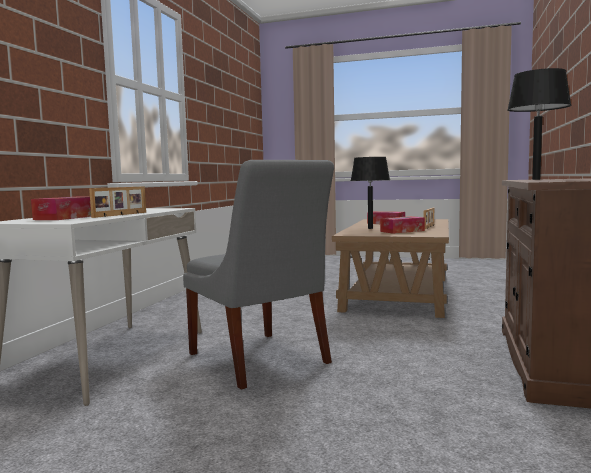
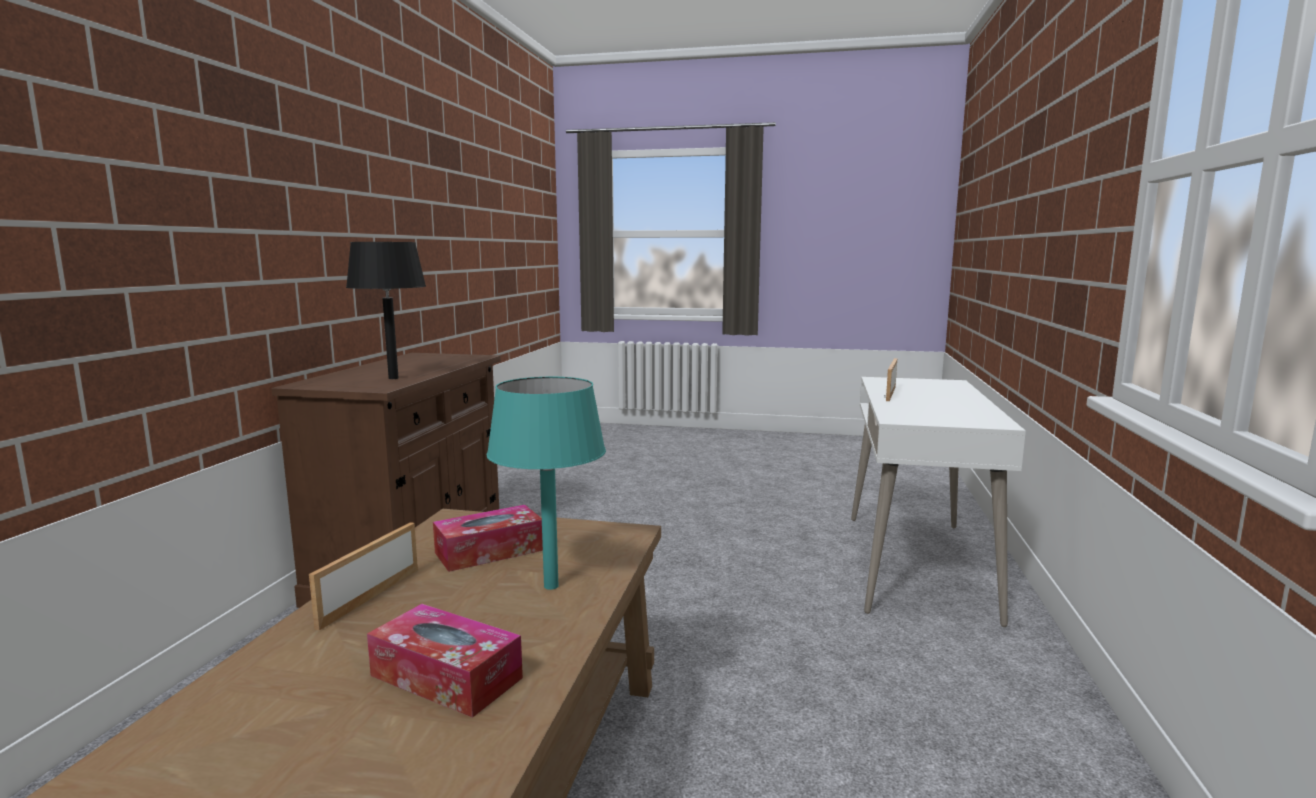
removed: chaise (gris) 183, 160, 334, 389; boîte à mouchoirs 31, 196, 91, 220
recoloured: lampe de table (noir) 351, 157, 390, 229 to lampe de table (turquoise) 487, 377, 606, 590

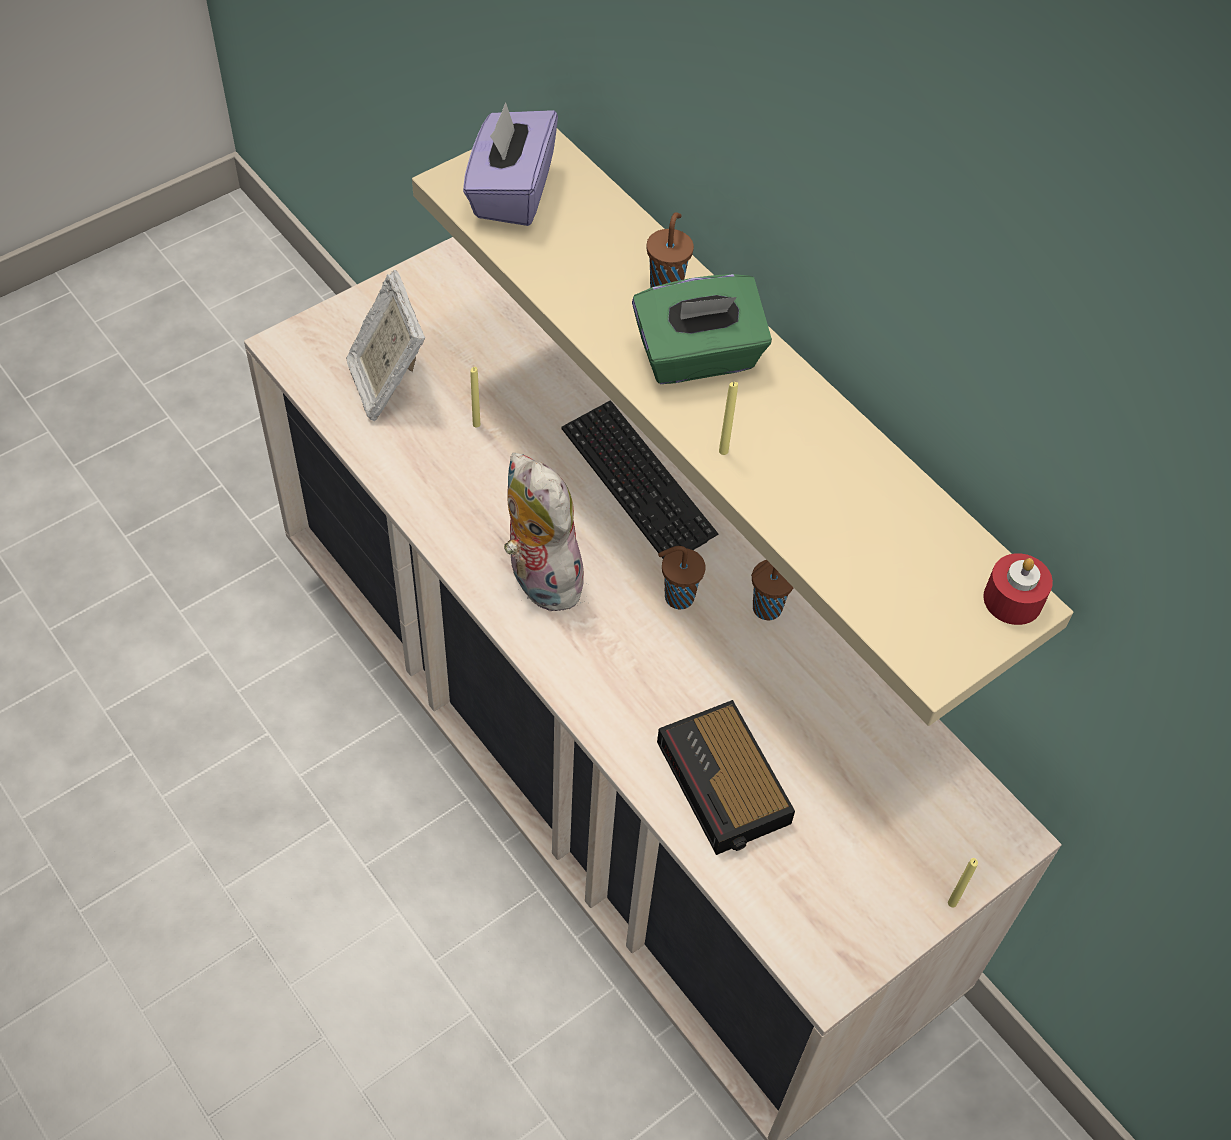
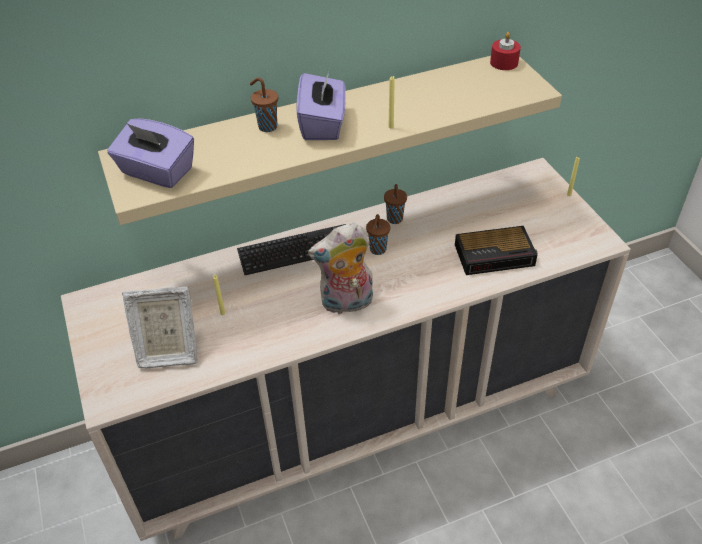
recoloured: boîte à mouchoirs (vert) 632, 274, 772, 384 to boîte à mouchoirs (violet) 296, 69, 346, 140

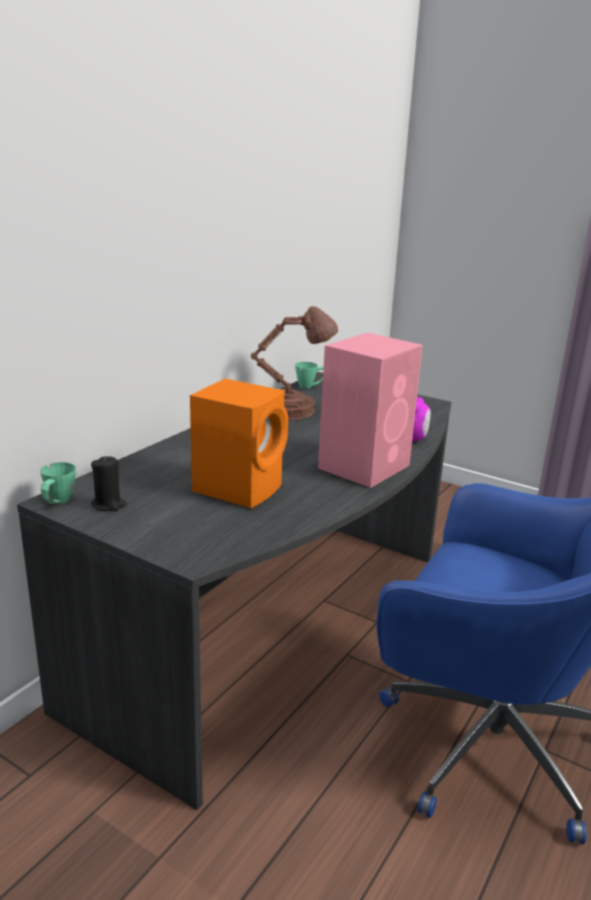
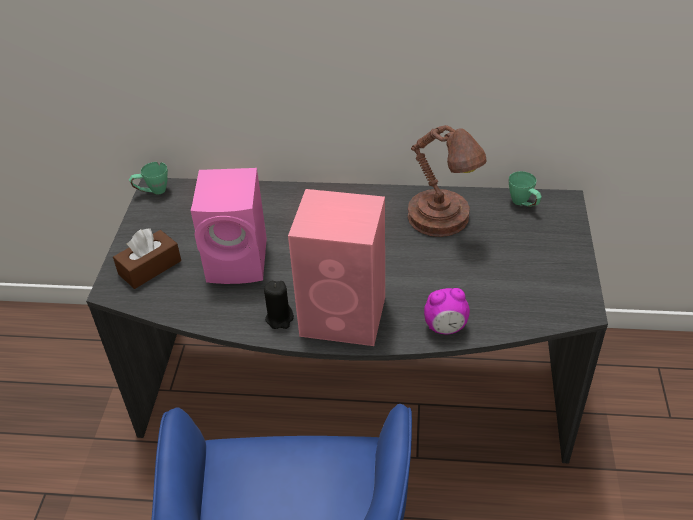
added: boîte à mouchoirs (marron) 113, 228, 181, 289
moved: bougie (noir) 91, 456, 126, 511 to 264, 281, 294, 329
recoloured: enceinte (orange) 190, 379, 288, 508 to enceinte (rose) 191, 168, 267, 284

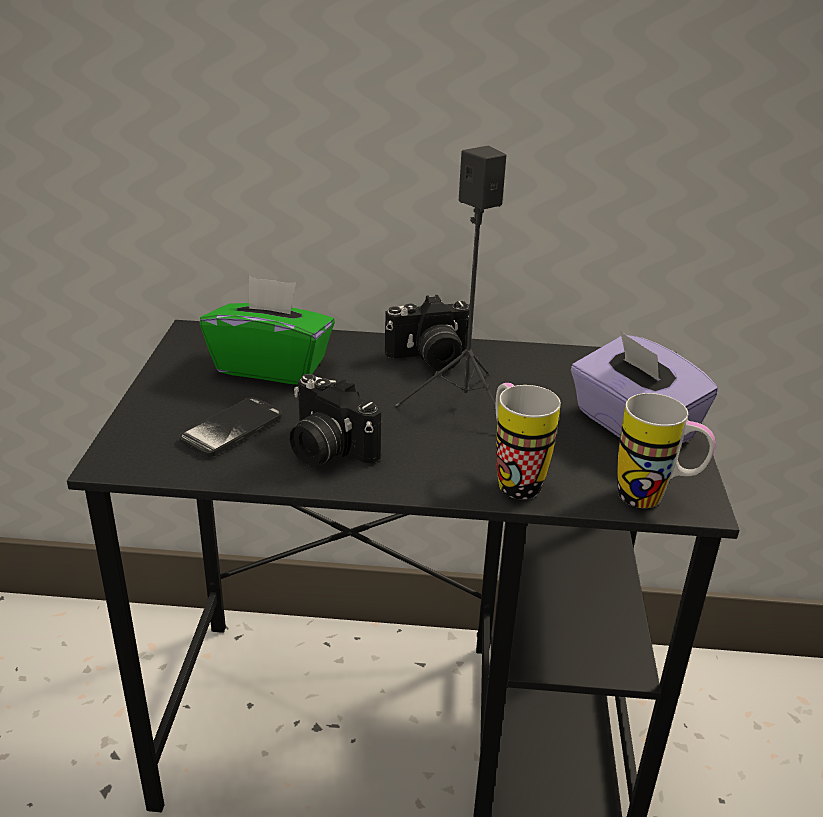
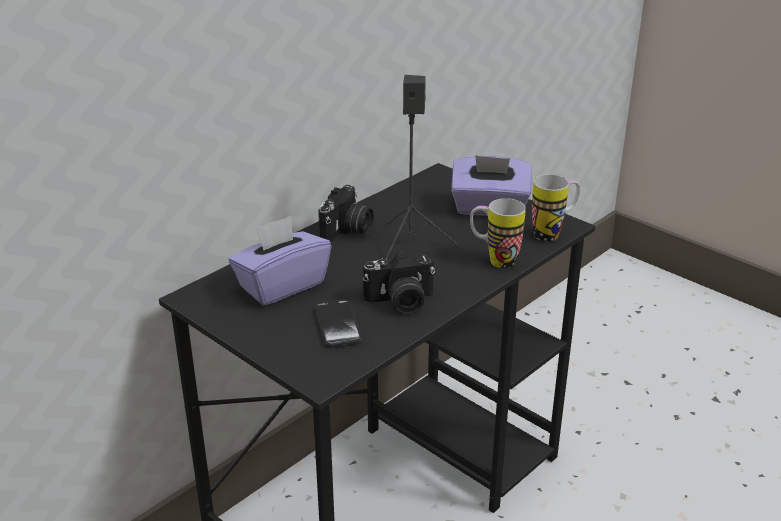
recoloured: boîte à mouchoirs (vert) 200, 276, 335, 384 to boîte à mouchoirs (violet) 229, 216, 332, 306

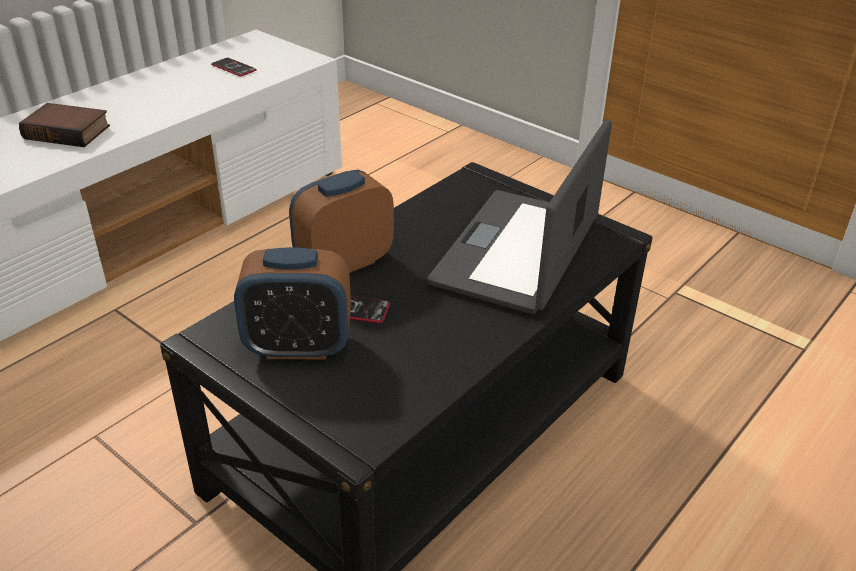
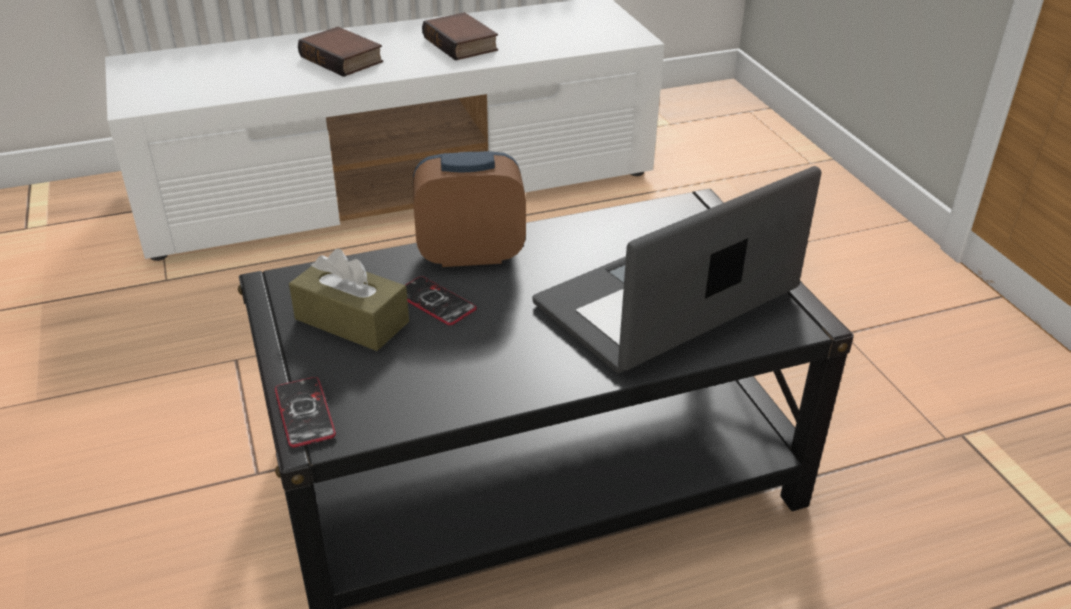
added: livre 422, 12, 498, 61
moved: téléphone 211, 58, 257, 76 to 275, 377, 336, 448
replaced: réveil 234, 247, 351, 359 to boîte à mouchoirs (marron) 289, 249, 409, 351

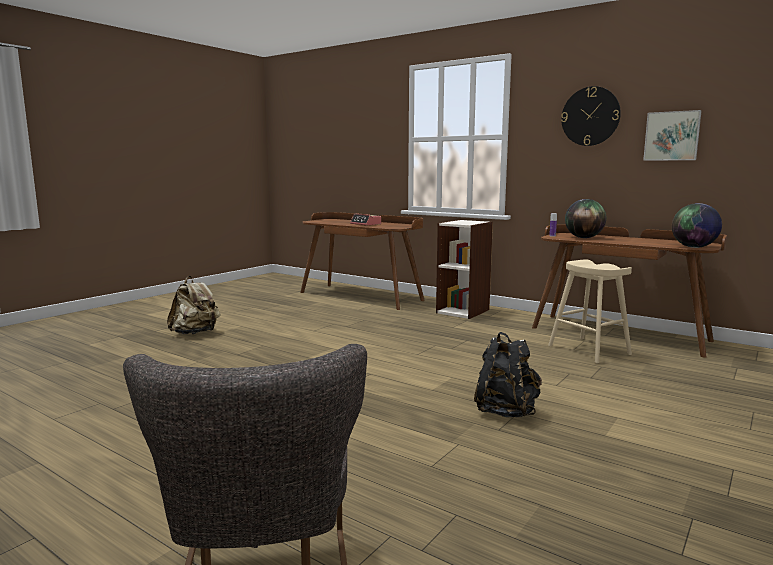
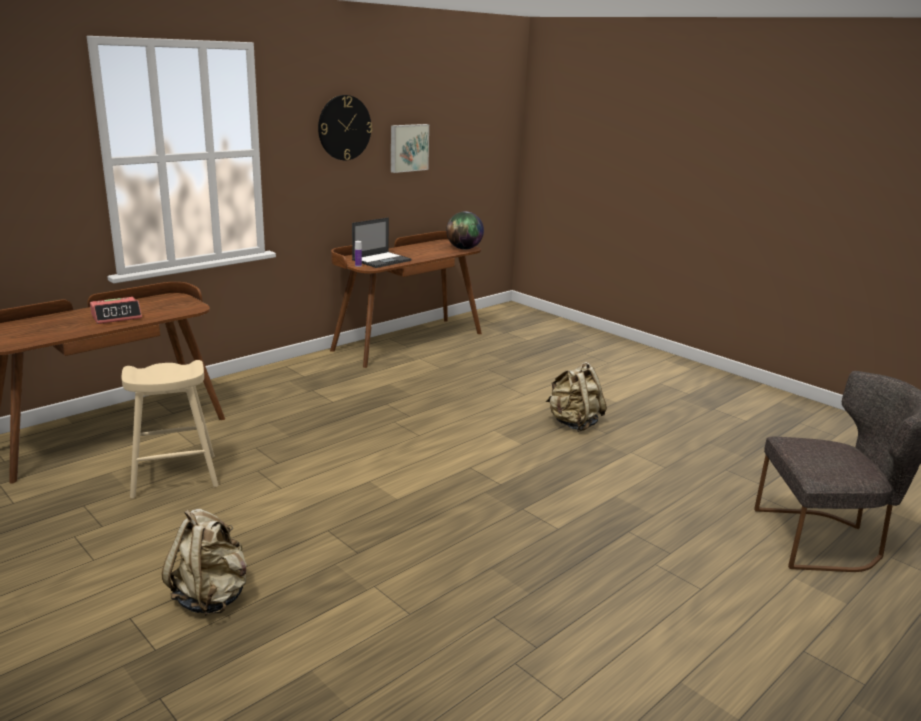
removed: bibliothèque 436, 220, 493, 319
moved: tabouret (beige) 548, 259, 632, 363 to 122, 360, 218, 498
replaced: globe 565, 199, 606, 238 to ordinateur portable 352, 217, 411, 268
recoloured: sac à dos (noir) 474, 332, 542, 418 to sac à dos (beige) 546, 362, 607, 432

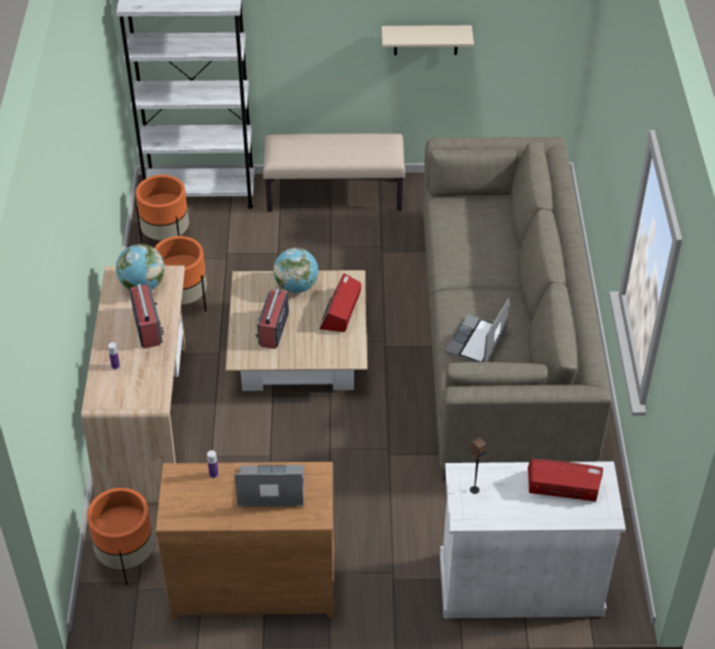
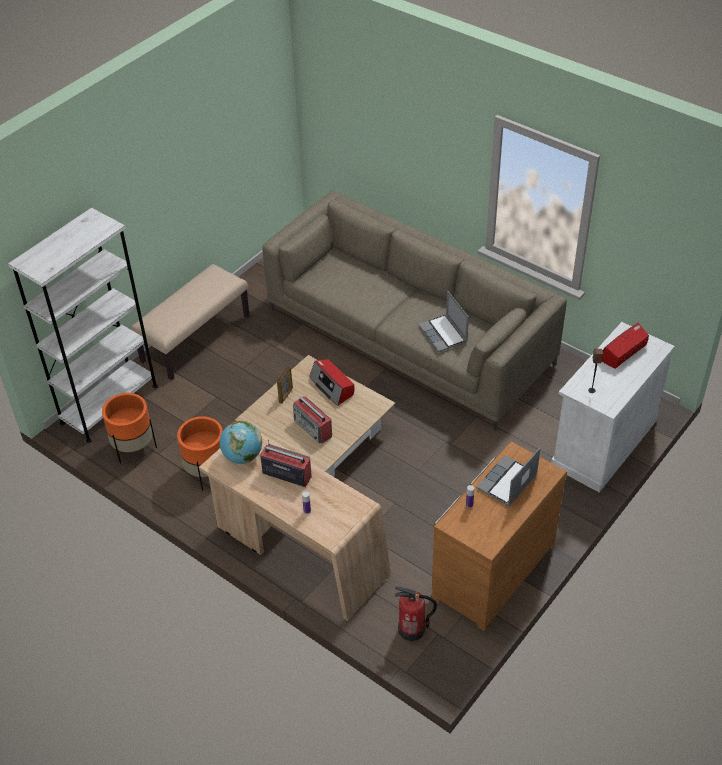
removed: étagère (beige) 382, 25, 474, 55
replaced: globe 273, 247, 318, 293 to cadre photo 277, 365, 293, 404; cache-pot (orange) 87, 488, 155, 586 to extincteur 395, 586, 437, 641

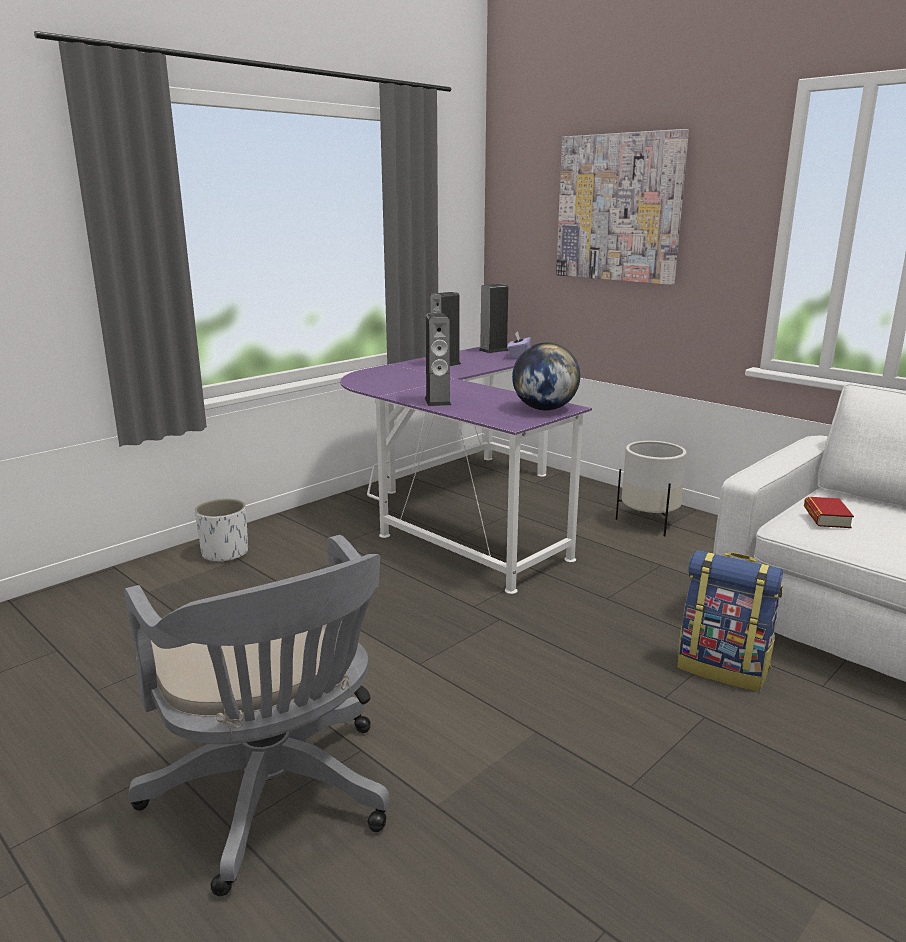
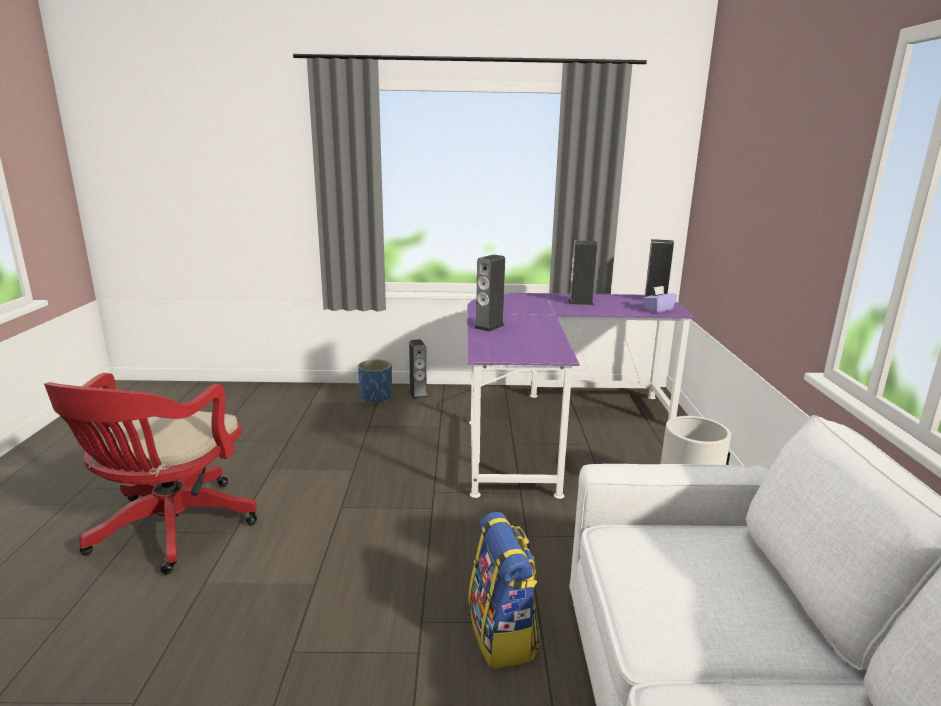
removed: tableau 556, 129, 689, 285; globe 512, 342, 580, 411; livre 804, 497, 854, 528
added: enceinte 409, 339, 428, 400
recoloured: cache-pot (blanc) 195, 498, 248, 564 to cache-pot (bleu) 358, 359, 392, 402; chaise de bureau (gris) 125, 535, 390, 896 to chaise de bureau (rouge) 44, 373, 257, 575

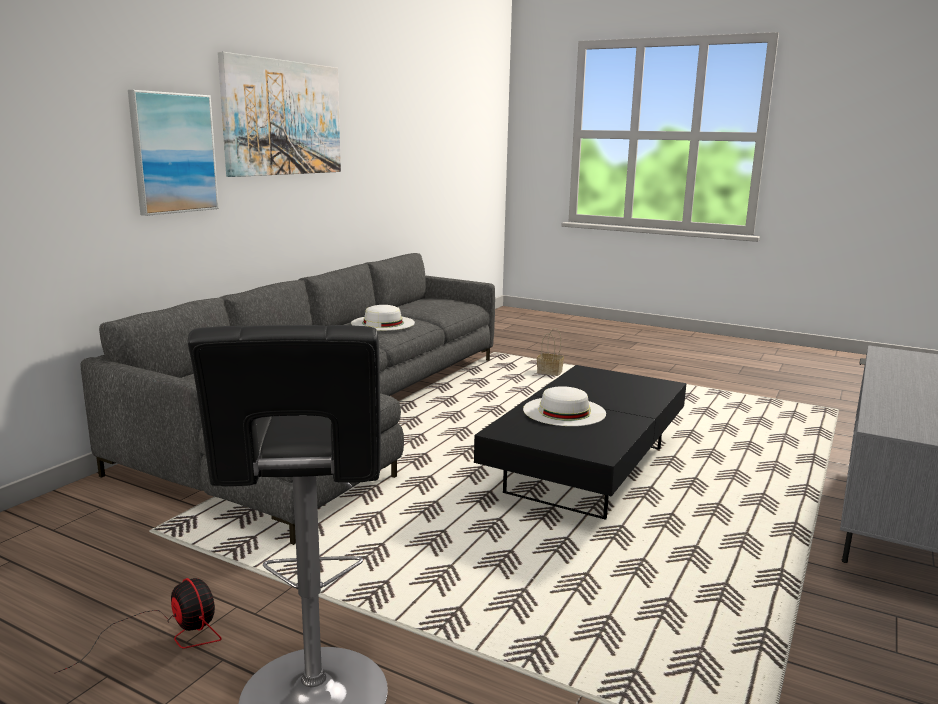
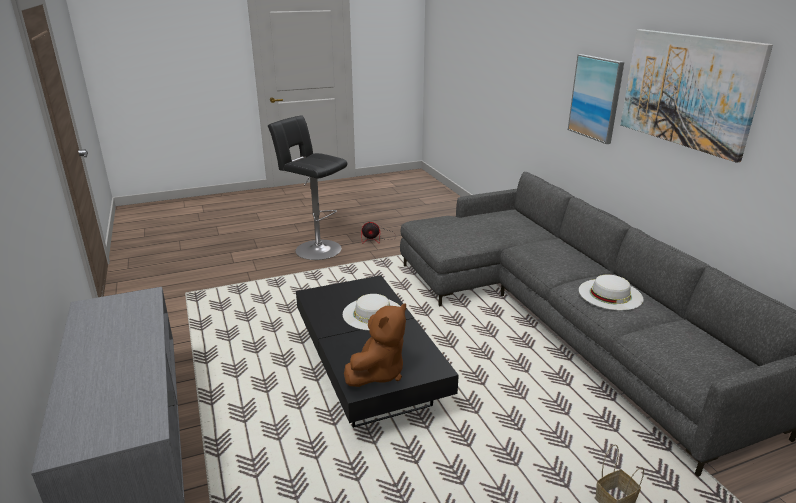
added: peluche (marron) 344, 303, 406, 387

